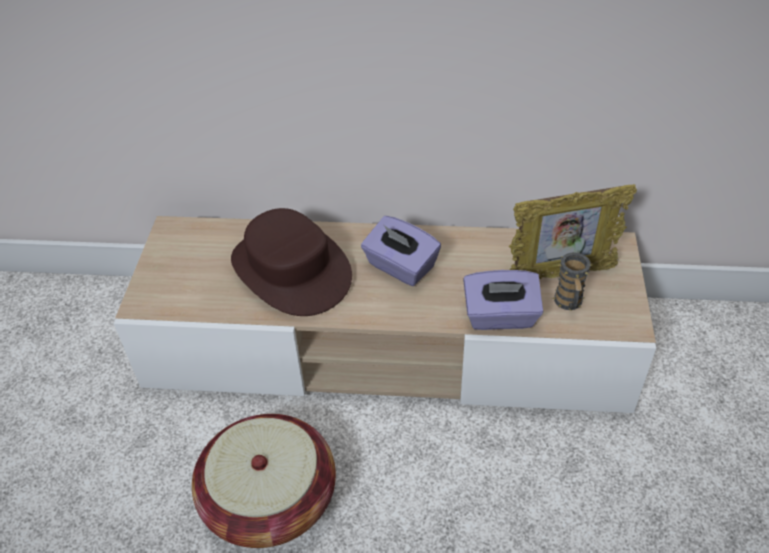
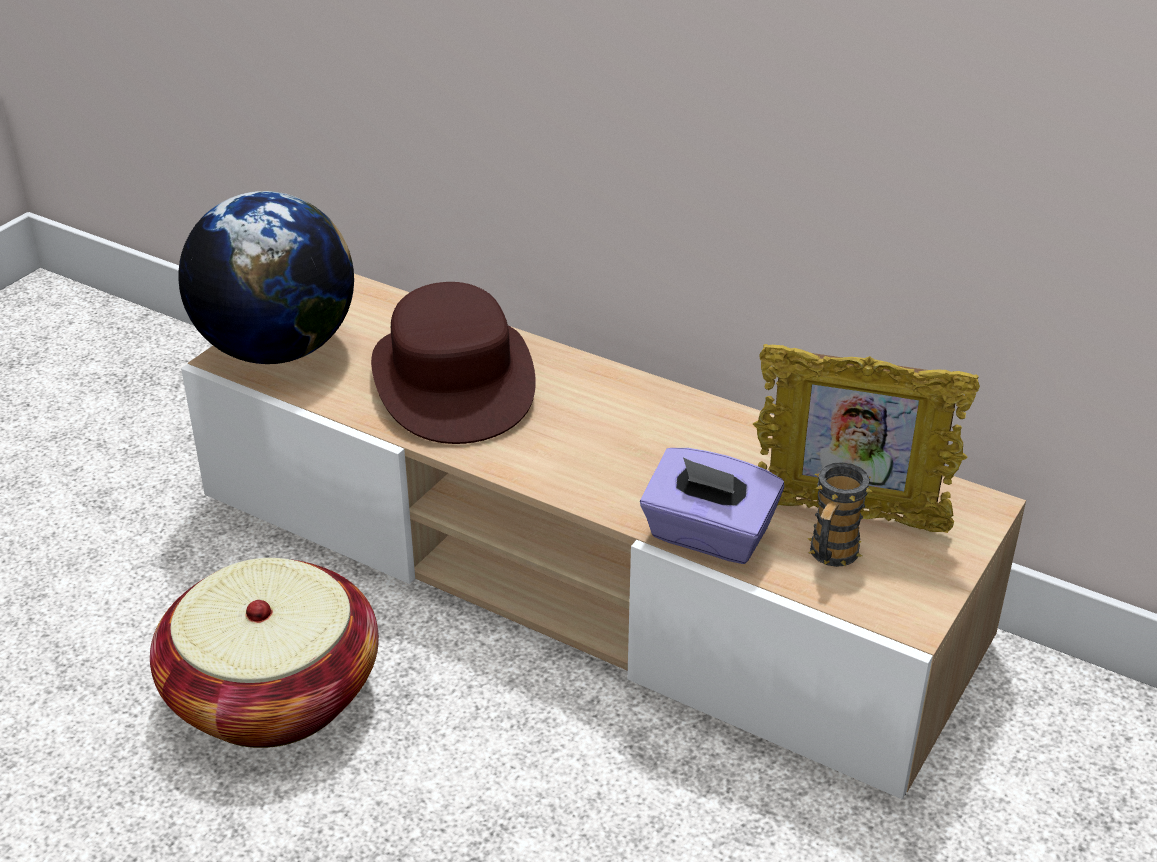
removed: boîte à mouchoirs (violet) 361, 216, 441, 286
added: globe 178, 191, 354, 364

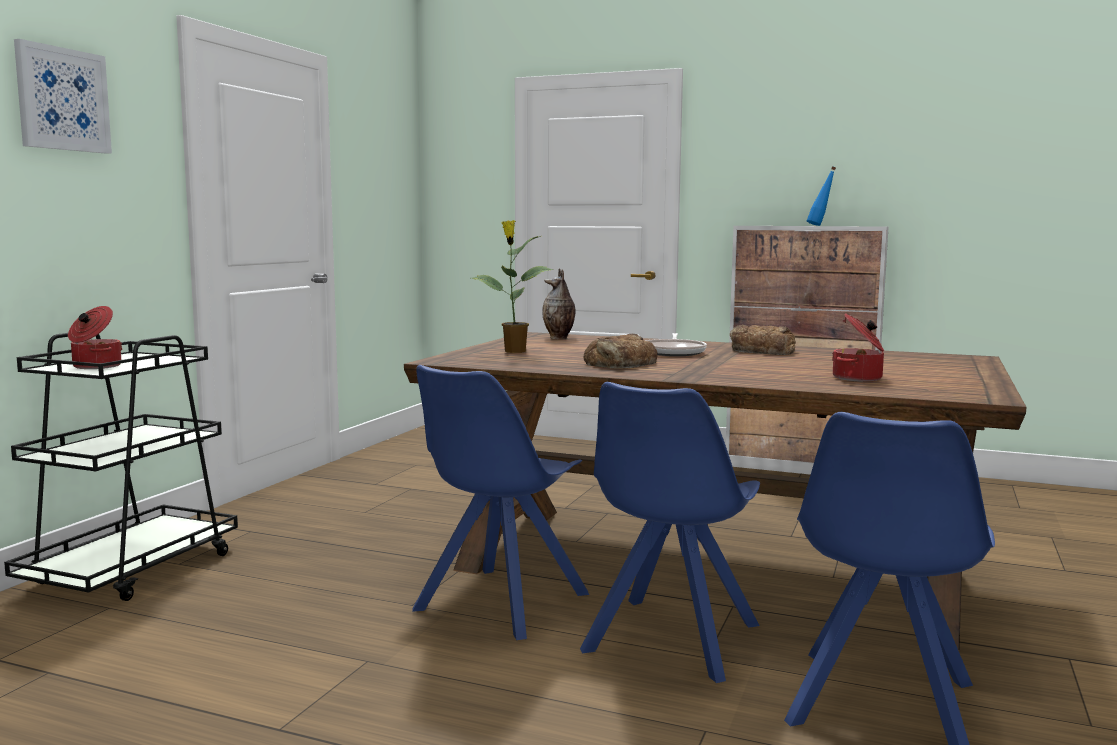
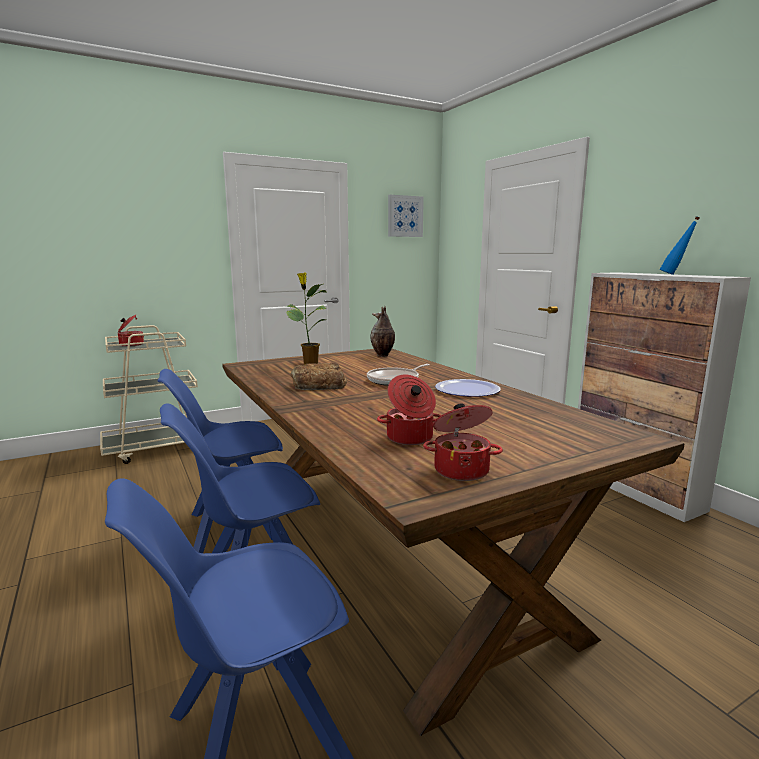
added: marmite 423, 404, 503, 481
moved: tableau 14, 39, 112, 154 to 388, 195, 424, 237
replaced: pain 730, 325, 796, 355 to assiette 435, 379, 501, 397
recoloured: chariot (noir) 4, 333, 238, 601 to chariot (beige) 100, 325, 198, 464

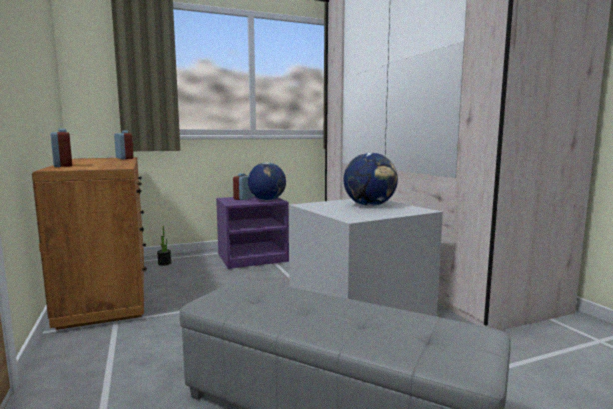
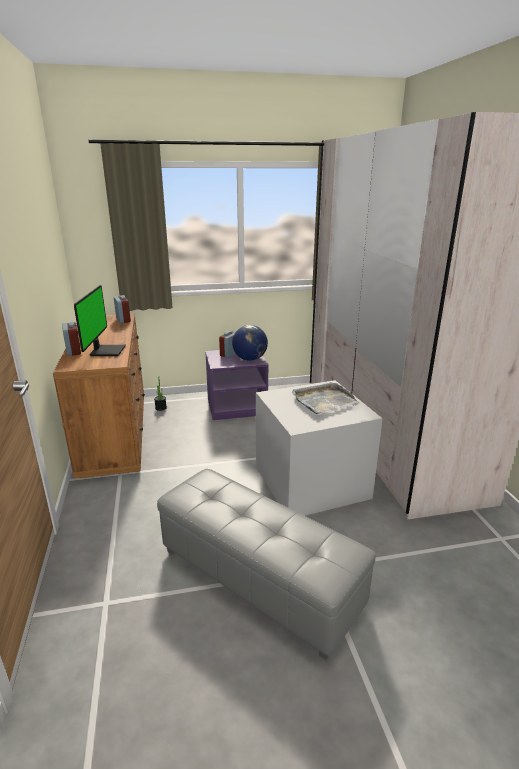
added: écran d'ordinateur 74, 285, 126, 356
replaced: globe 343, 153, 398, 206 to plateau (gris) 292, 383, 360, 414

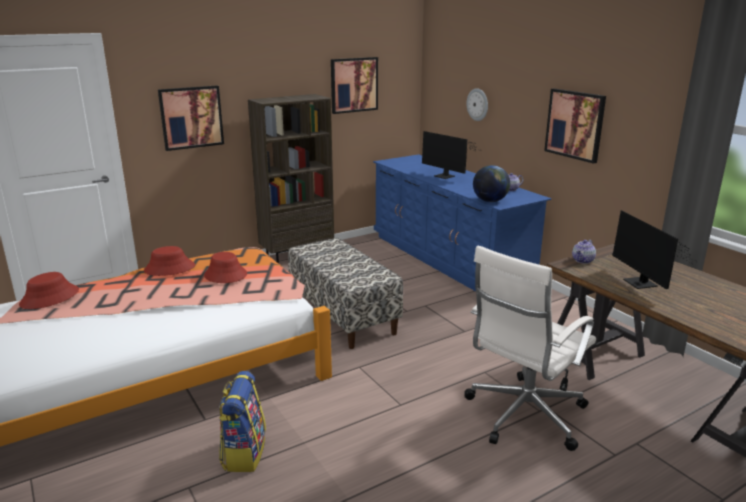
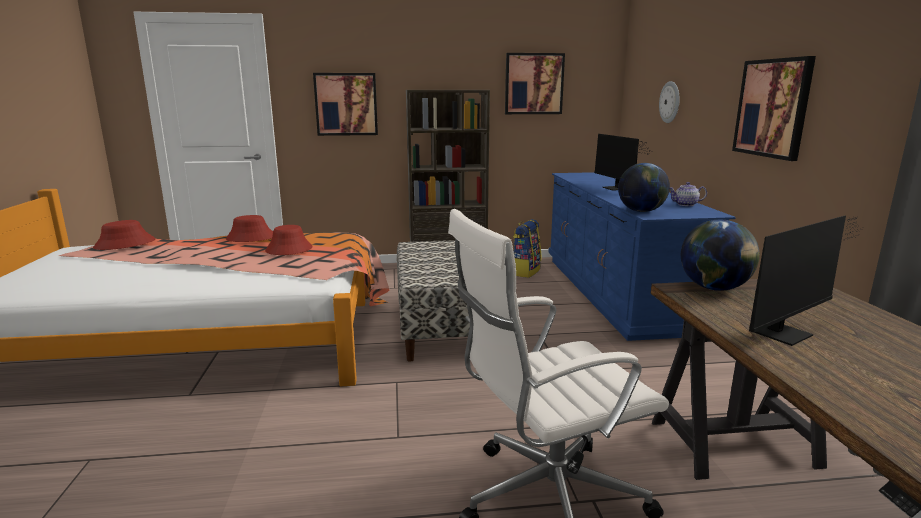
moved: sac à dos 219, 371, 266, 472 to 513, 219, 541, 278
replaced: théière 572, 240, 596, 264 to globe 681, 219, 760, 291
turned: écran d'ordinateur 612, 210, 696, 289 = 749, 216, 862, 346 135 degrees counterclockwise

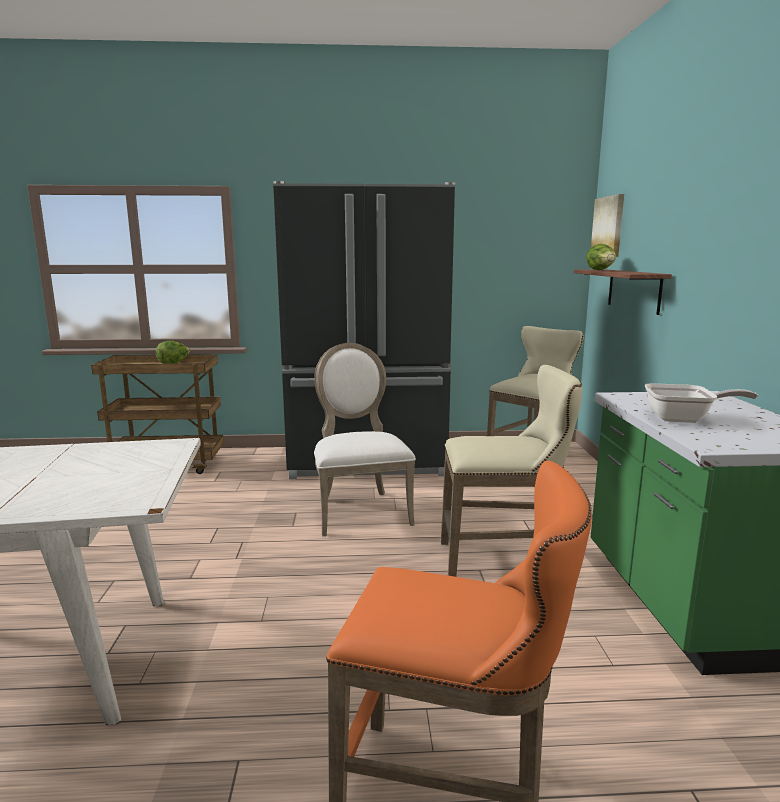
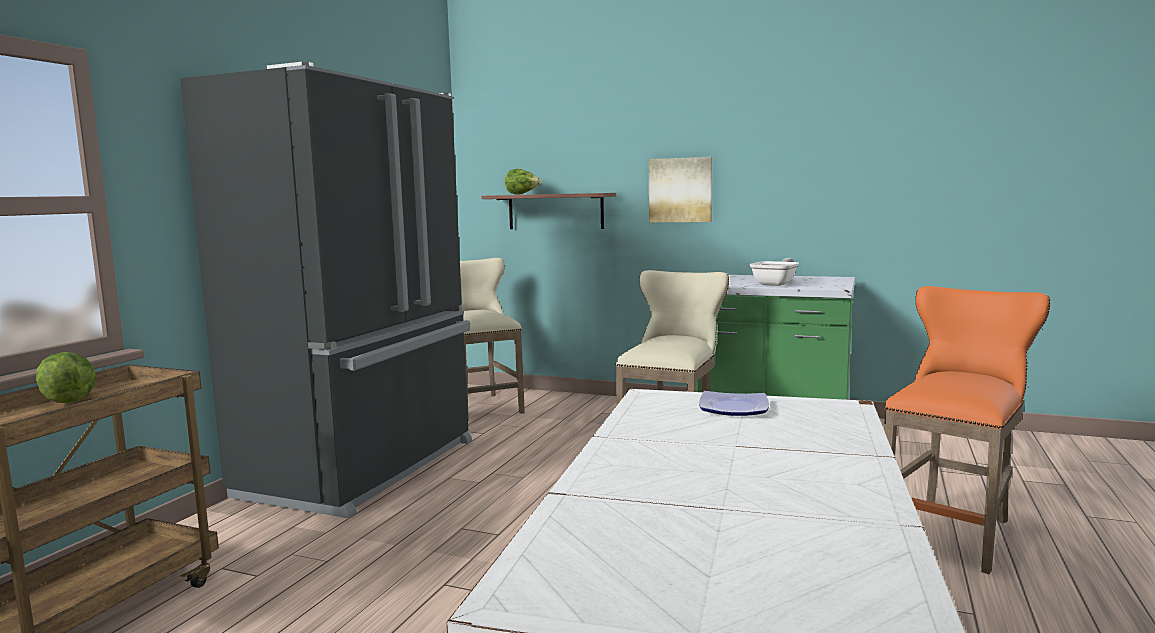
removed: chaise (blanc) 314, 343, 416, 536
added: assiette 699, 391, 769, 416
moved: tableau 591, 194, 624, 257 to 649, 157, 712, 222

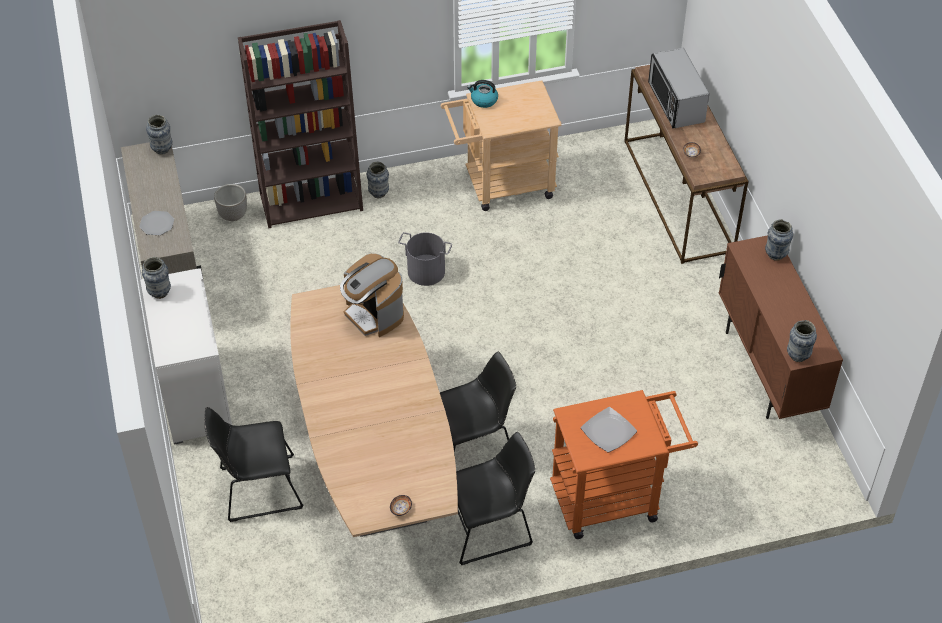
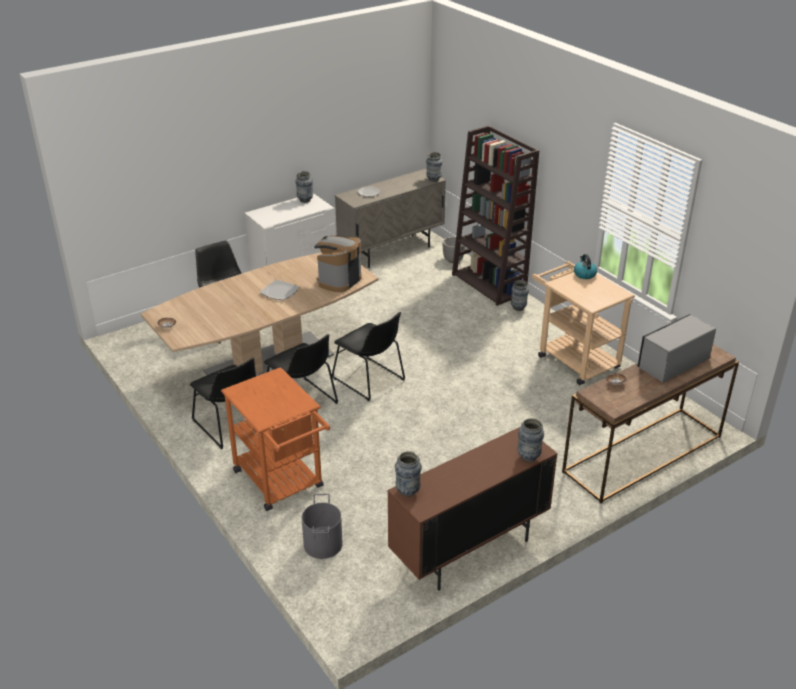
added: chaise (noir) 332, 312, 405, 401
moved: seau (gris) 398, 232, 452, 286 to 302, 494, 343, 559; assiette 581, 407, 637, 452 to 260, 280, 300, 300

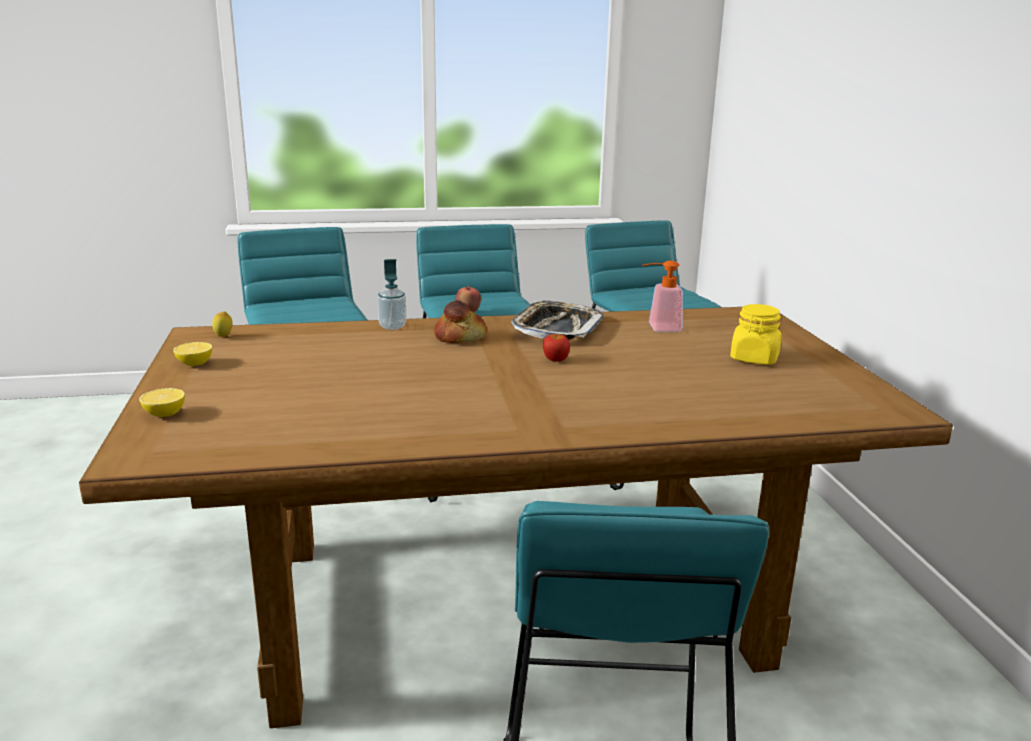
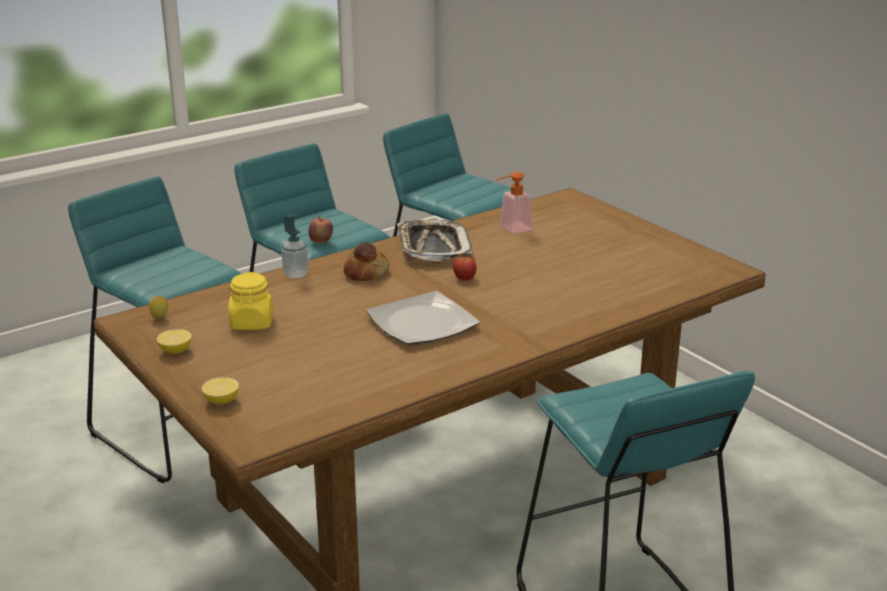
added: assiette 366, 291, 480, 345
moved: bocal (jaune) 730, 304, 782, 365 to 228, 272, 273, 330

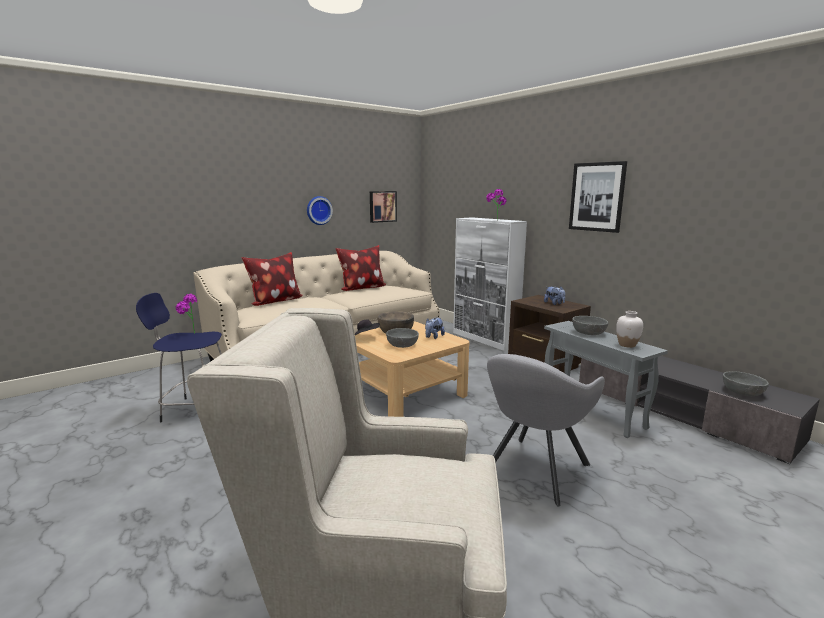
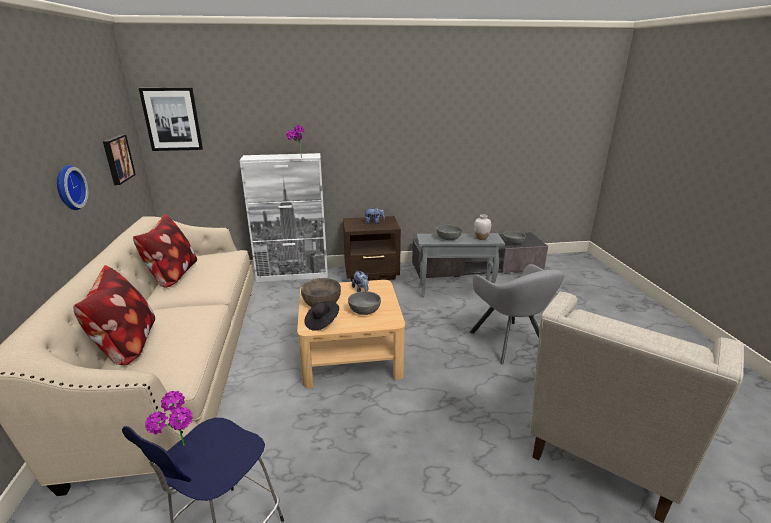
moved: tableau 569, 161, 627, 233 to 139, 87, 203, 151

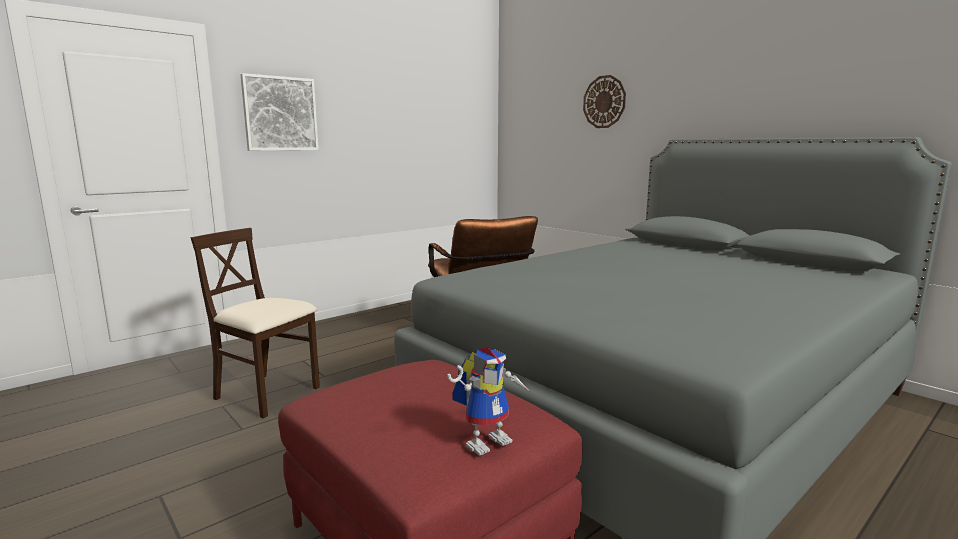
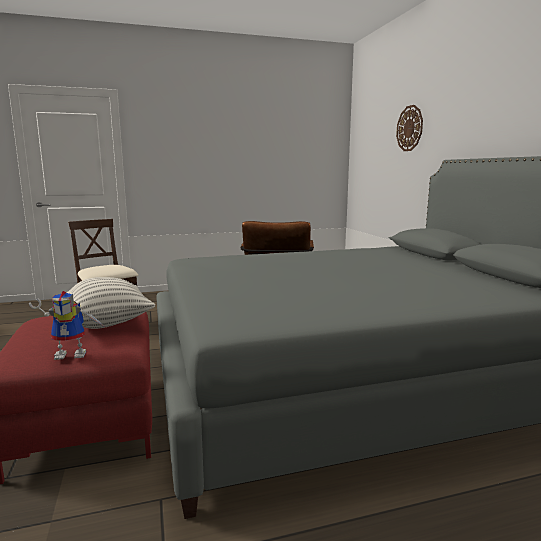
removed: tableau 240, 73, 319, 151
added: coussin 67, 277, 155, 329

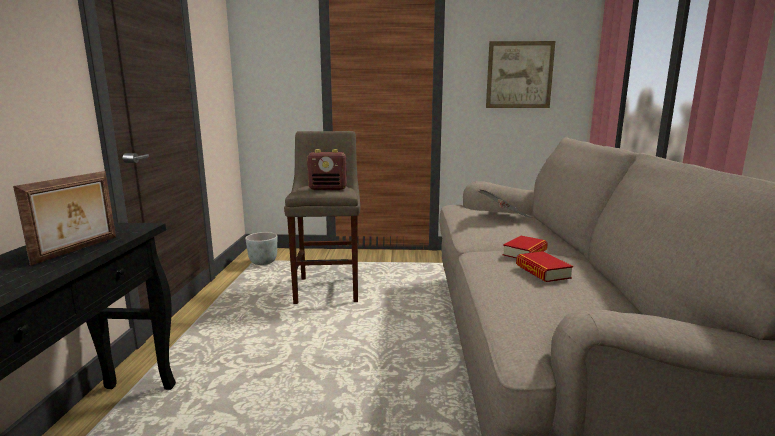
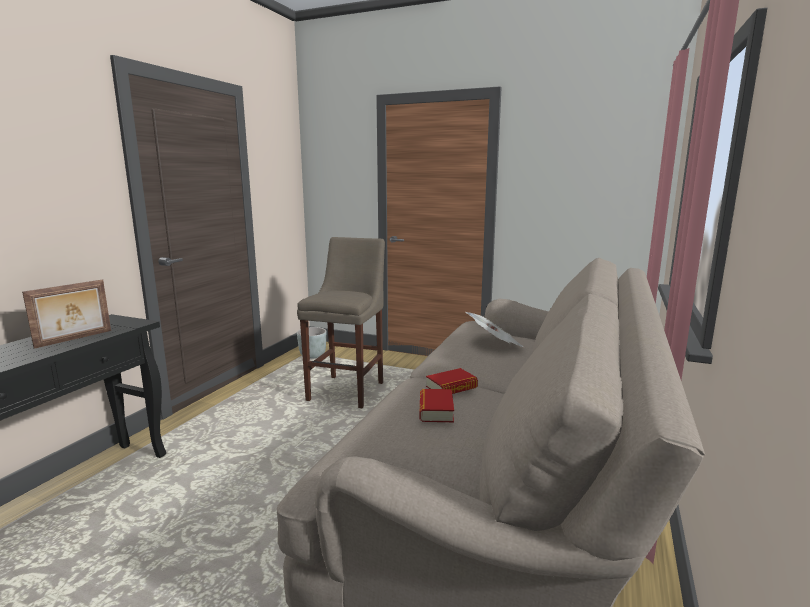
removed: tableau 486, 41, 555, 108; radio 307, 149, 347, 190

